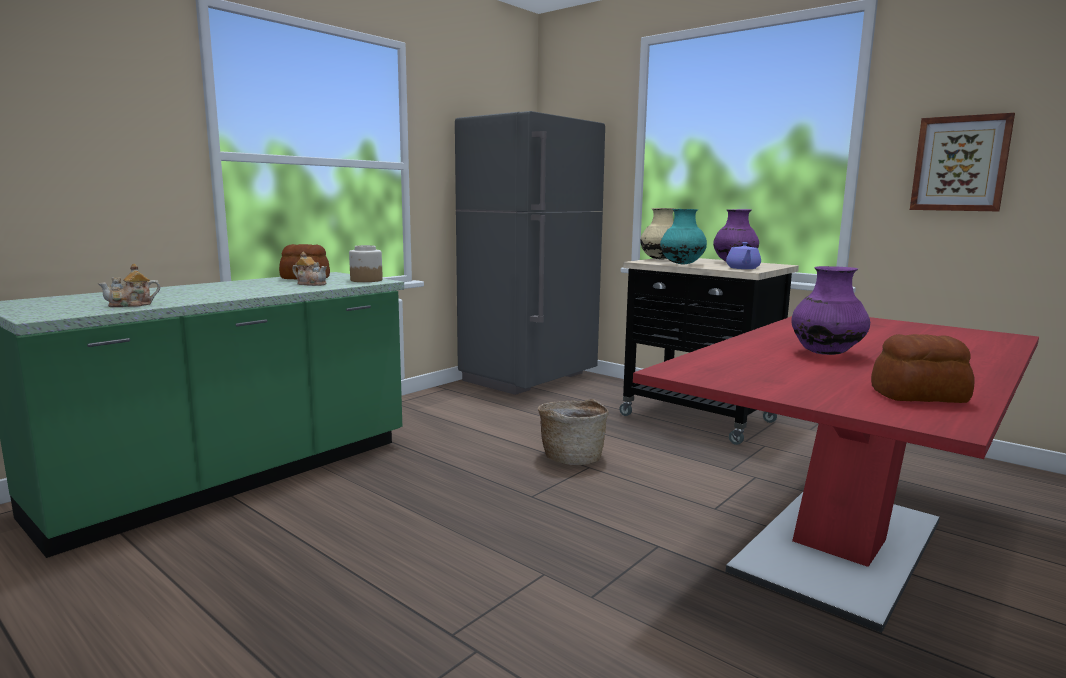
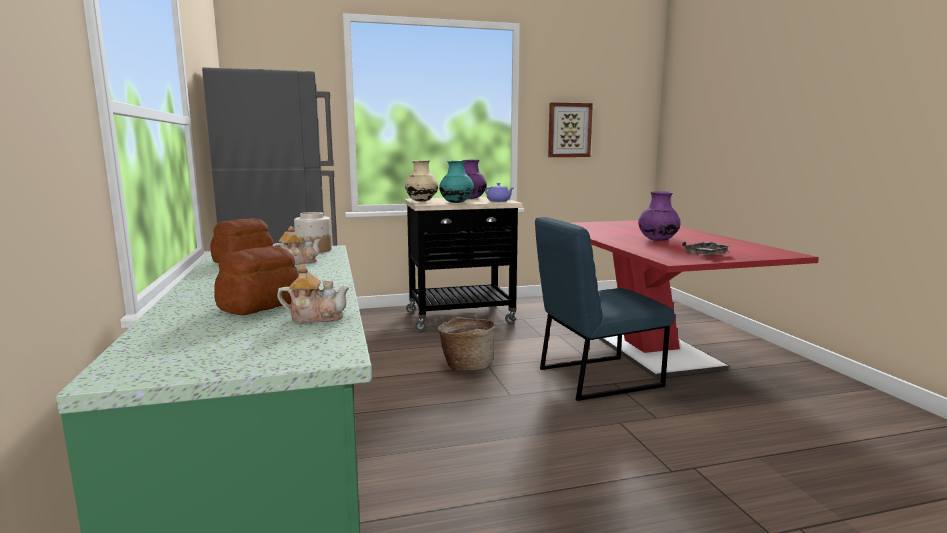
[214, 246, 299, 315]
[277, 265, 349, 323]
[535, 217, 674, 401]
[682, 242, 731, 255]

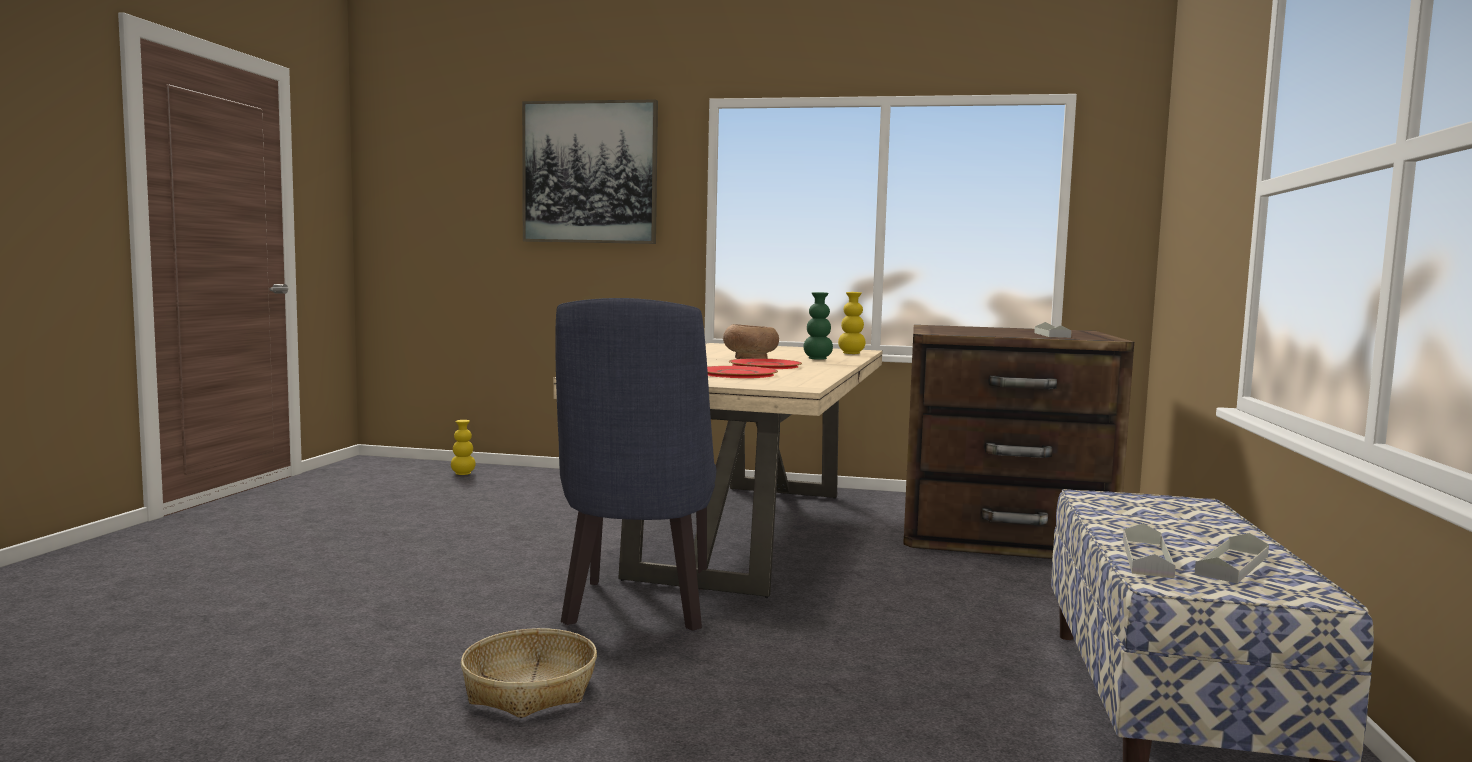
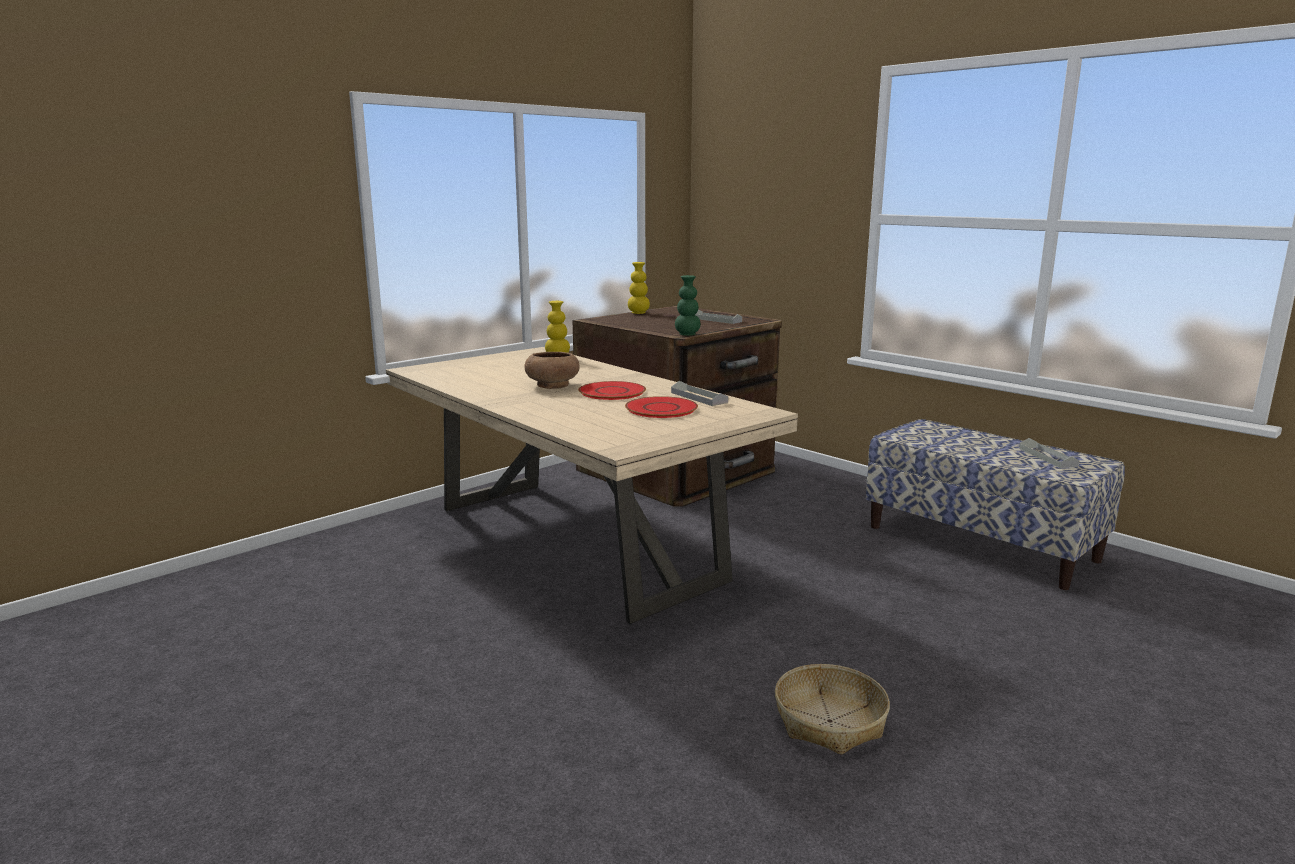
[628, 262, 650, 314]
[671, 381, 729, 406]
[675, 275, 701, 336]
[522, 100, 658, 244] (first image)
[555, 298, 716, 631] (first image)

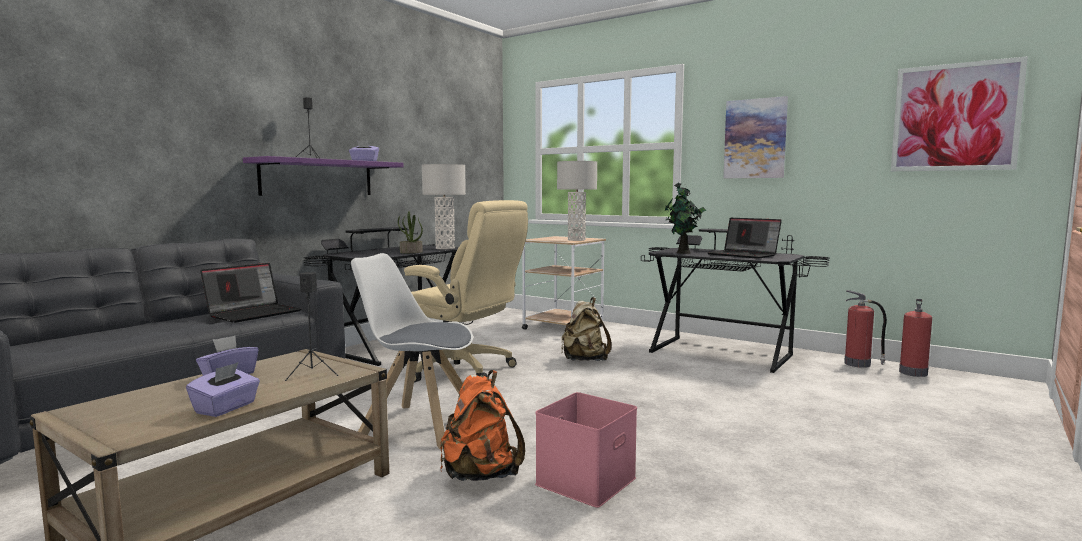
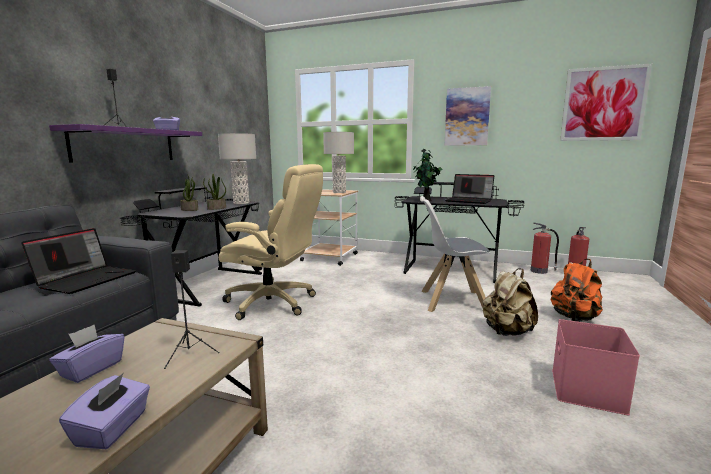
[180, 174, 198, 211]
[420, 196, 490, 312]
[483, 268, 538, 336]
[551, 259, 603, 322]
[552, 319, 640, 415]

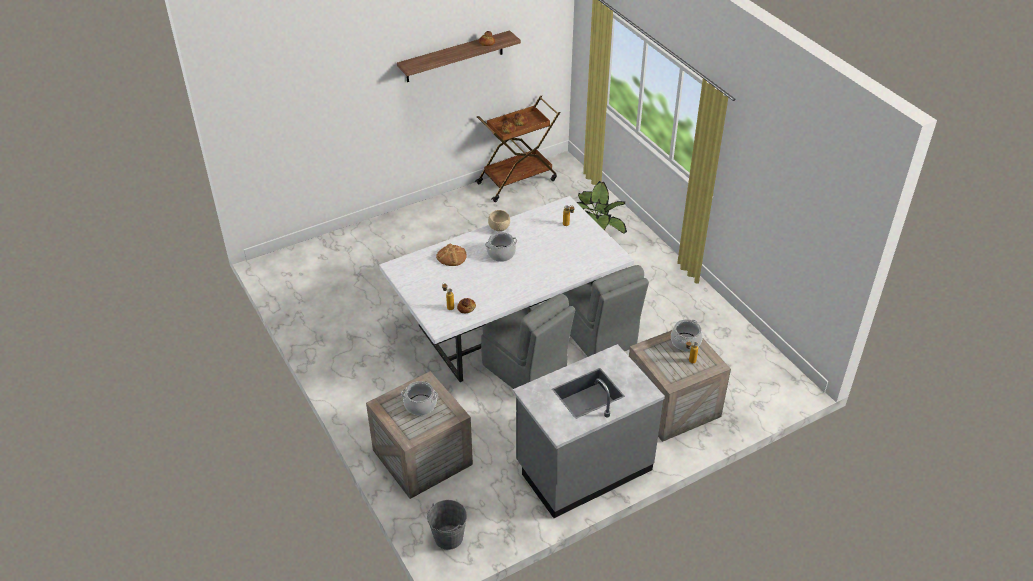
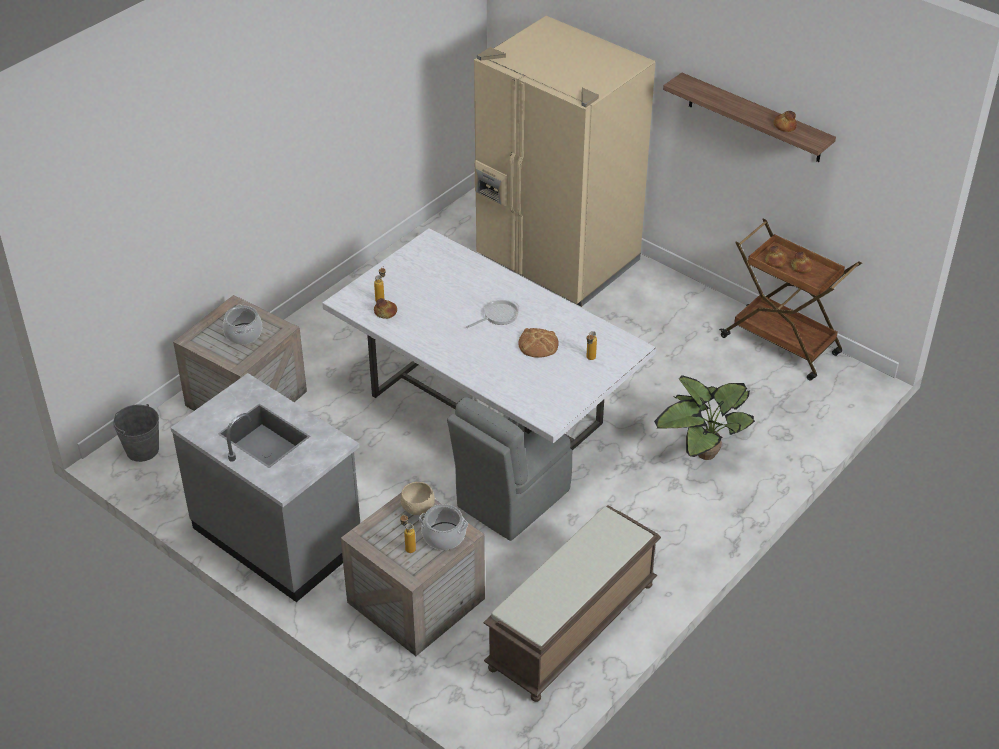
[401, 482, 435, 515]
[466, 300, 520, 328]
[474, 16, 656, 307]
[483, 505, 661, 702]
[518, 328, 559, 358]
[481, 294, 575, 389] (first image)

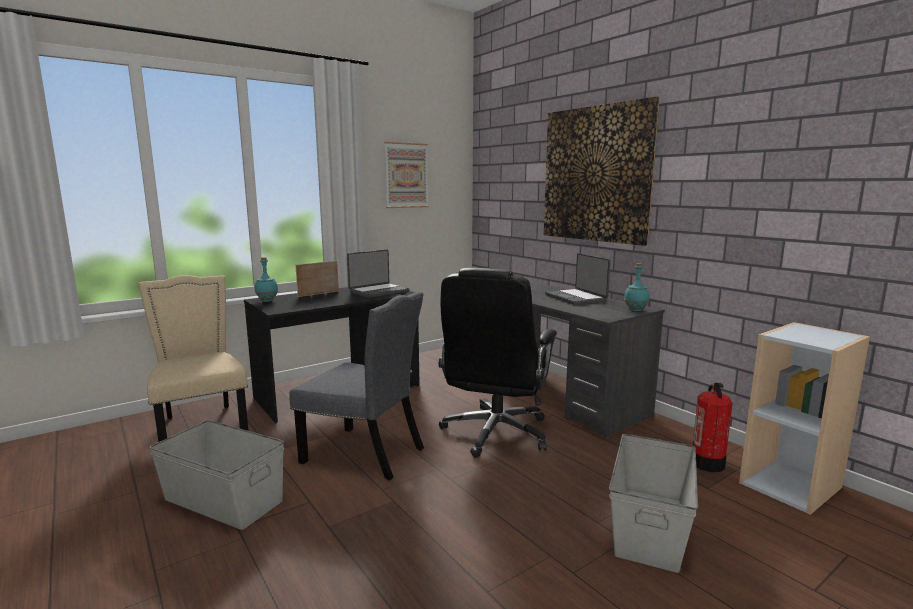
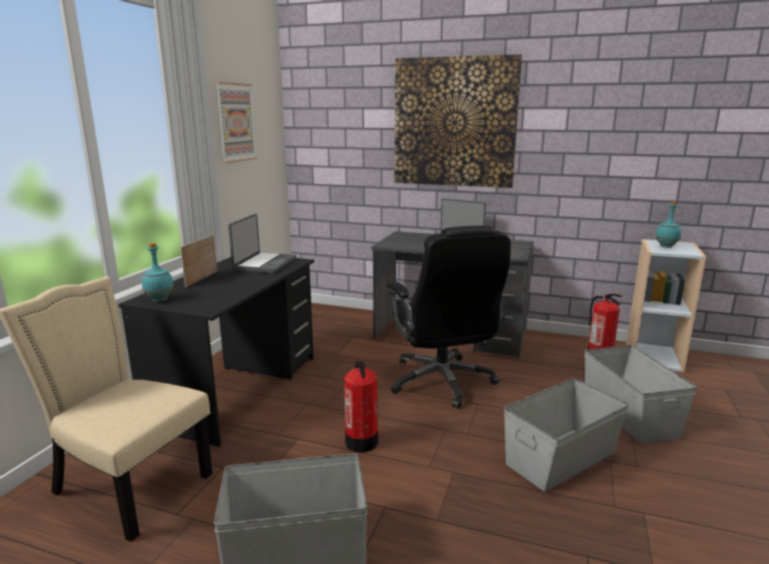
[344, 360, 378, 453]
[504, 378, 629, 492]
[655, 202, 681, 248]

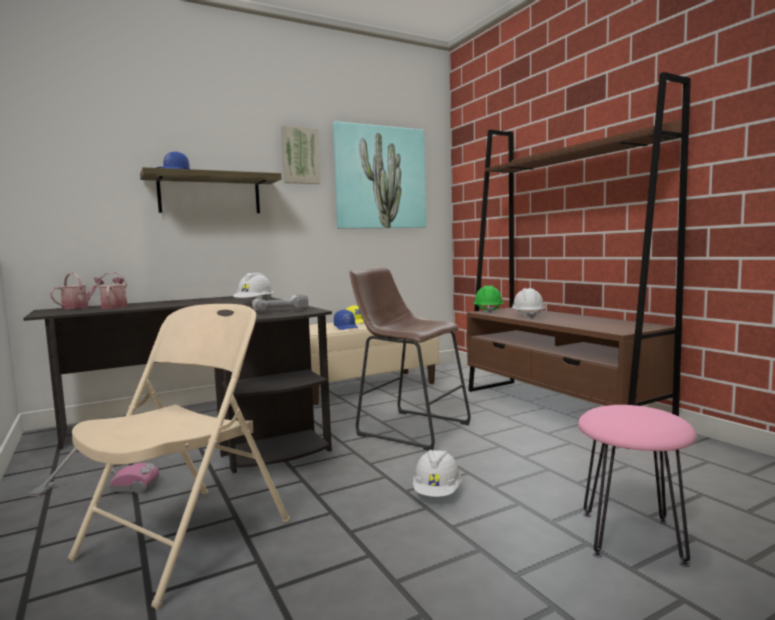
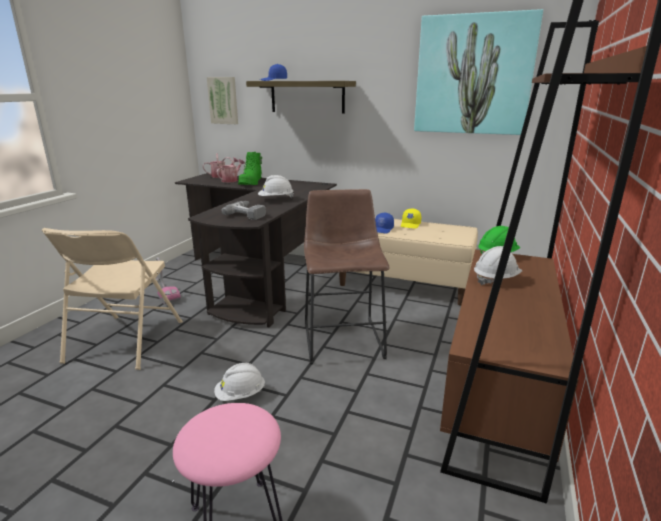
[42, 228, 183, 370]
[207, 77, 238, 124]
[238, 152, 263, 185]

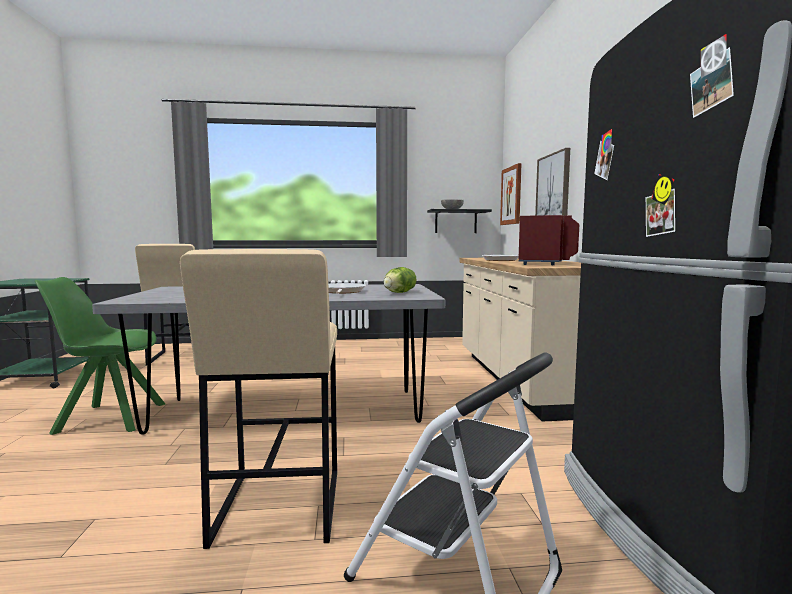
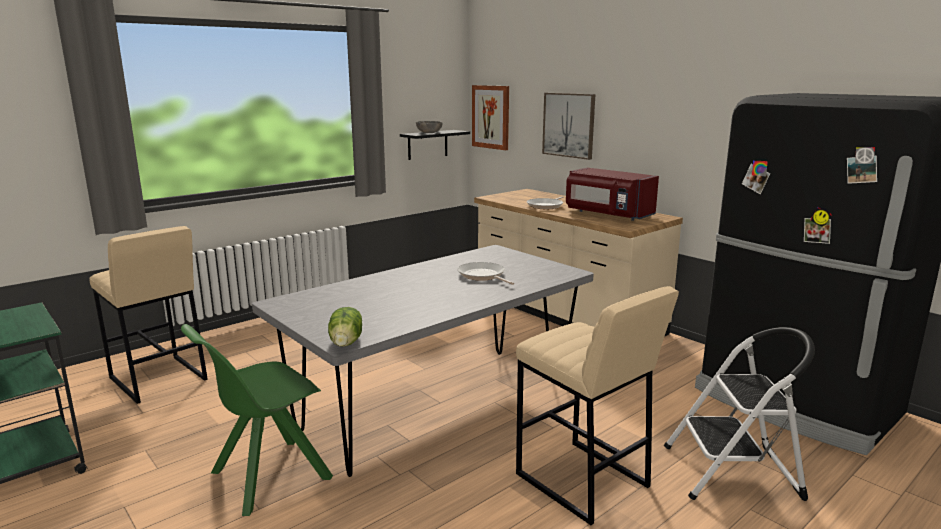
[328, 307, 362, 347]
[566, 168, 659, 221]

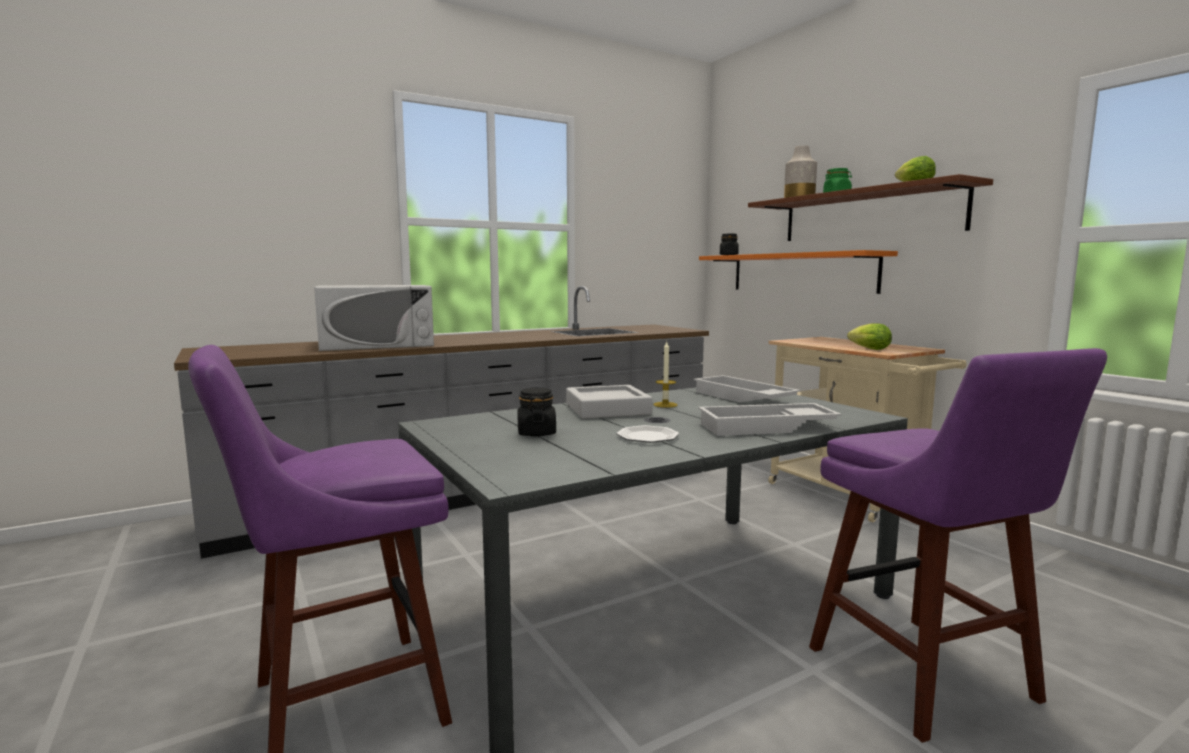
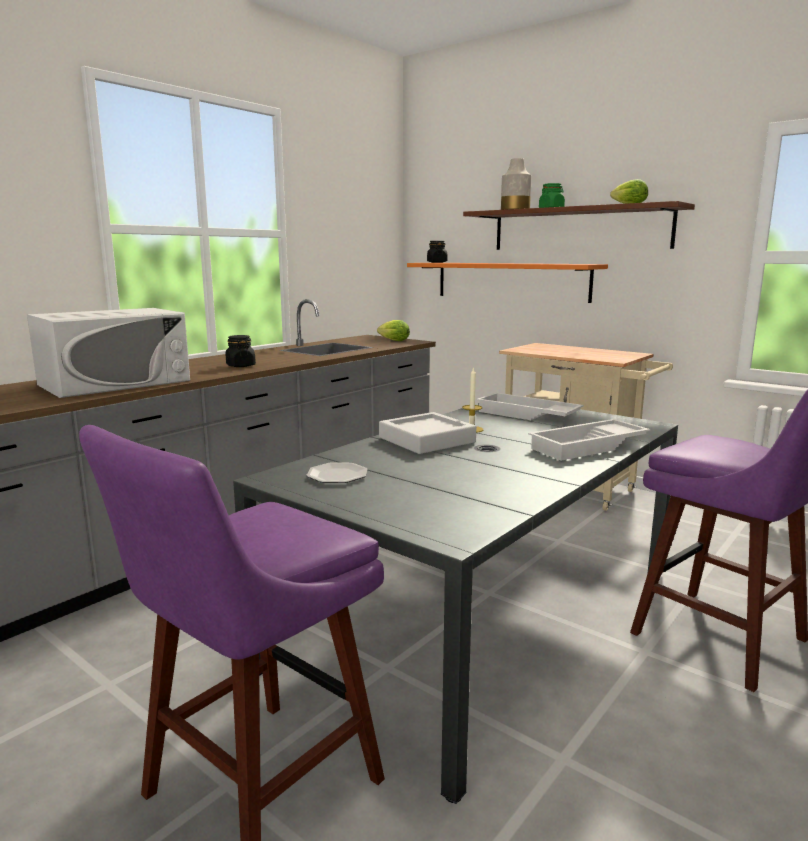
[226, 335, 256, 367]
[306, 463, 368, 483]
[377, 320, 410, 341]

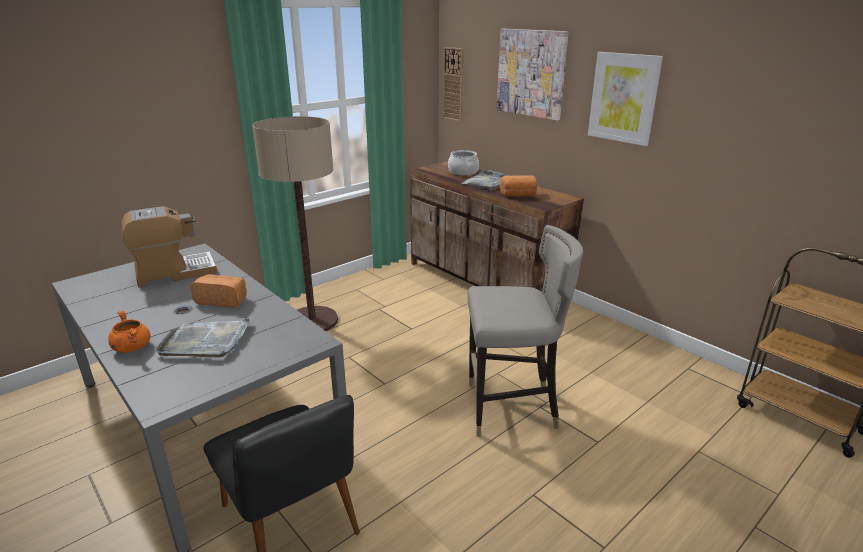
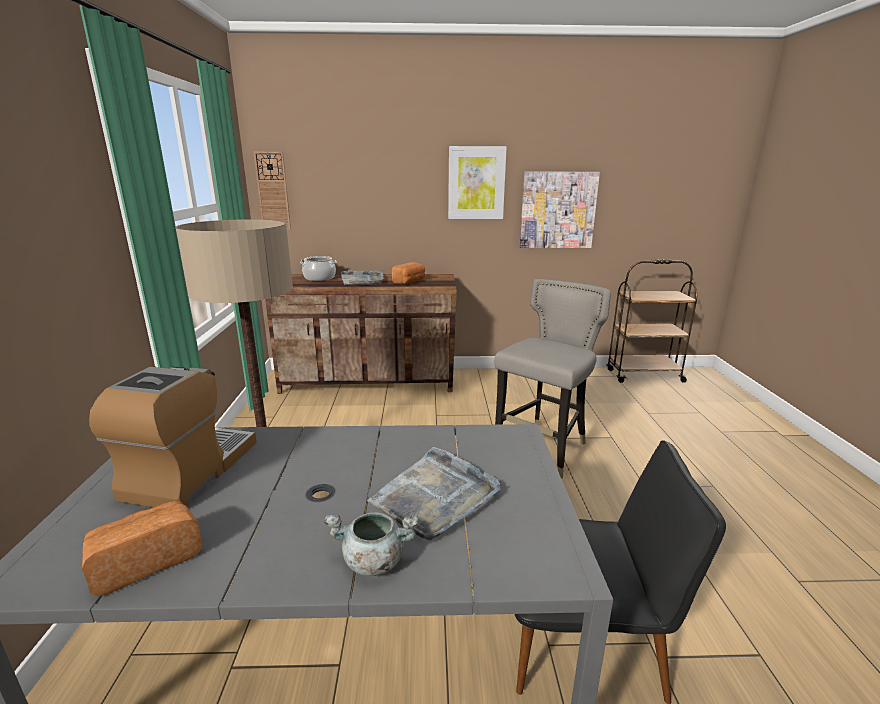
[82, 500, 202, 596]
[324, 512, 419, 576]
[520, 171, 600, 248]

